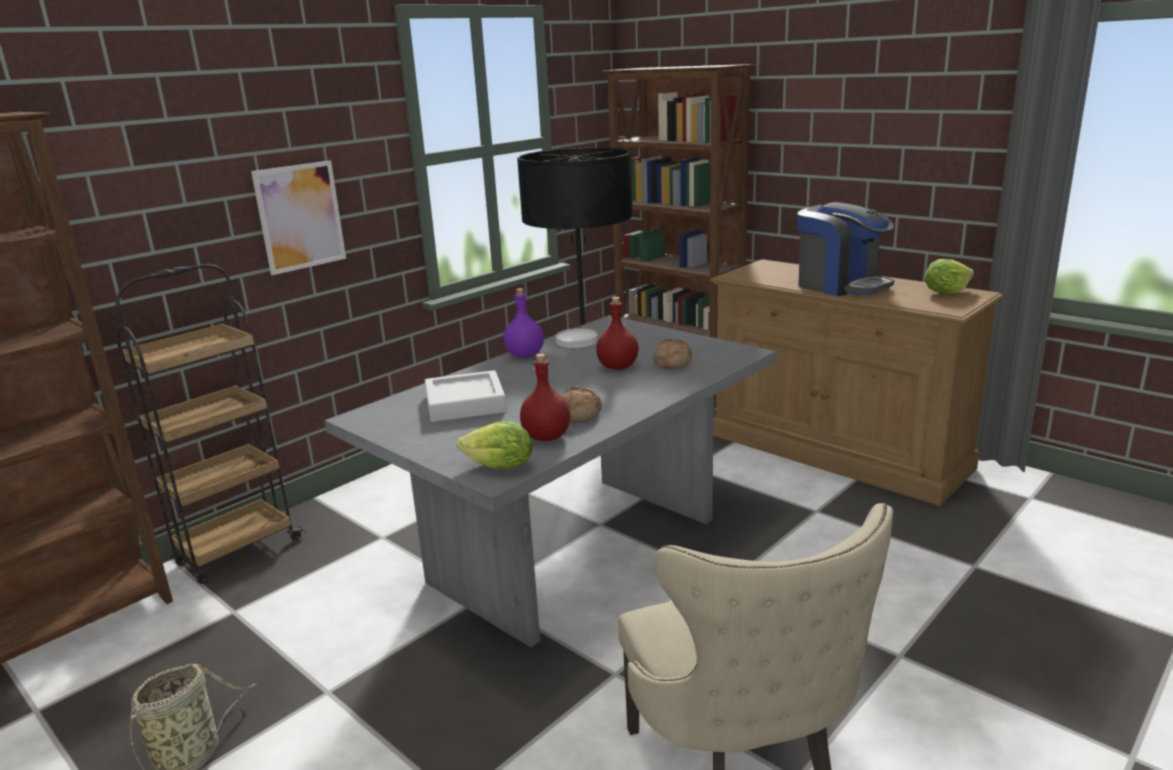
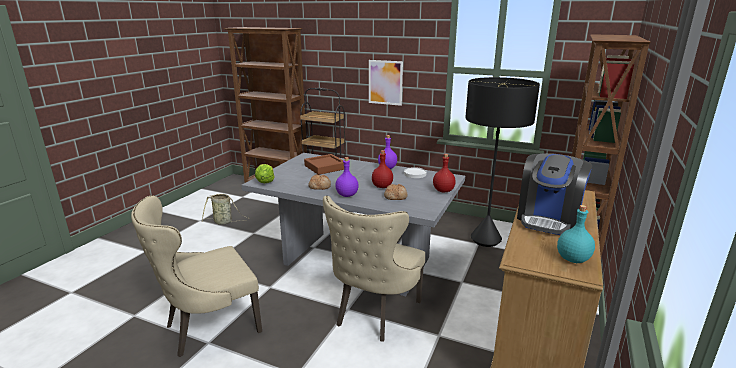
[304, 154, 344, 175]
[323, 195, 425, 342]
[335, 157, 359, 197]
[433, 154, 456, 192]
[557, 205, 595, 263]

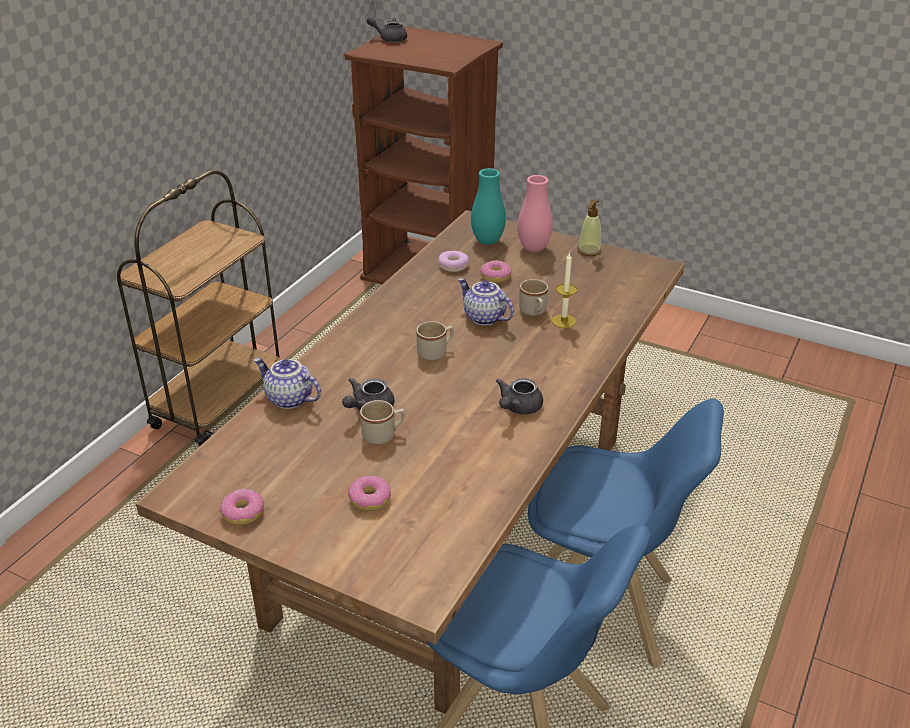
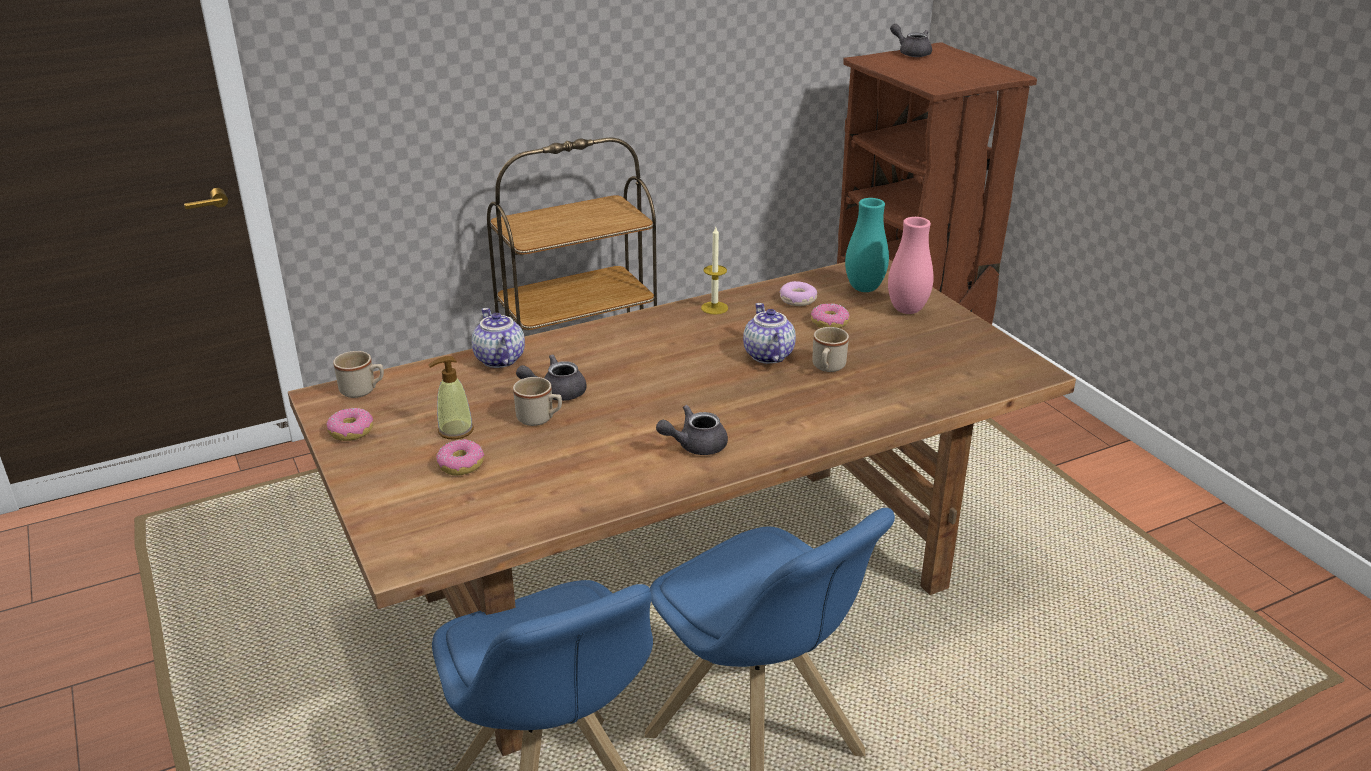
[333, 351, 384, 398]
[428, 356, 474, 440]
[701, 227, 728, 315]

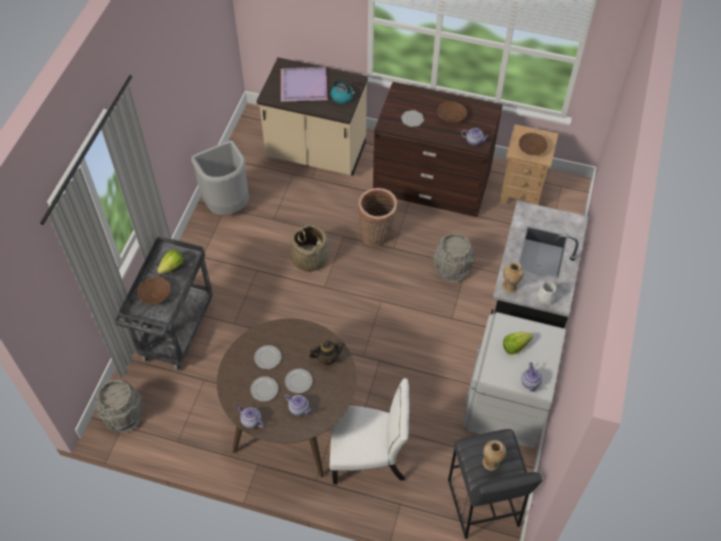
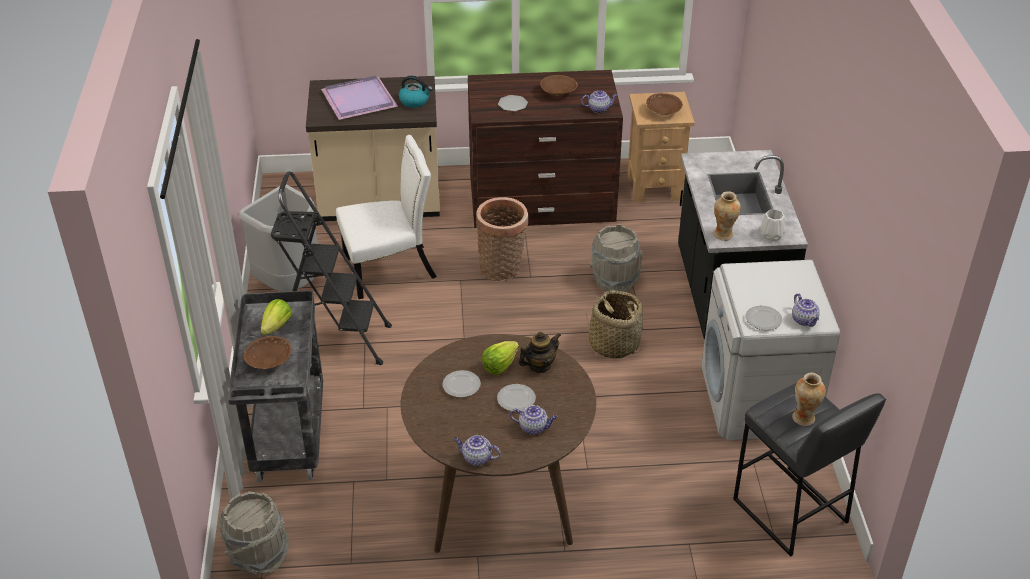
[271, 171, 392, 365]
[336, 135, 437, 299]
[482, 341, 519, 375]
[586, 290, 643, 358]
[745, 306, 782, 330]

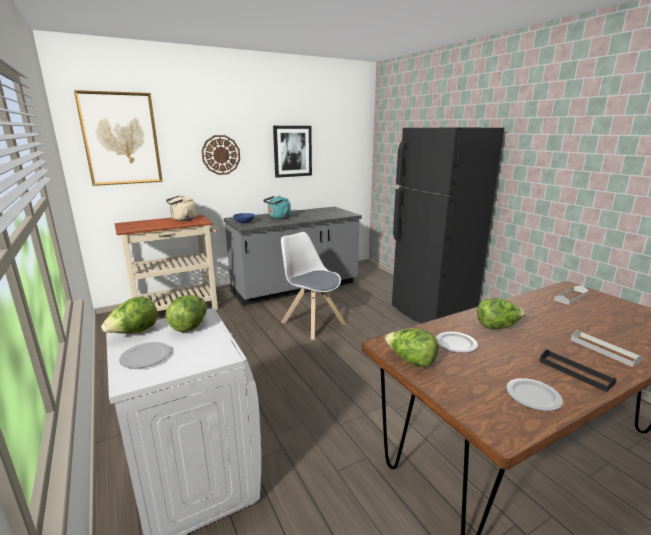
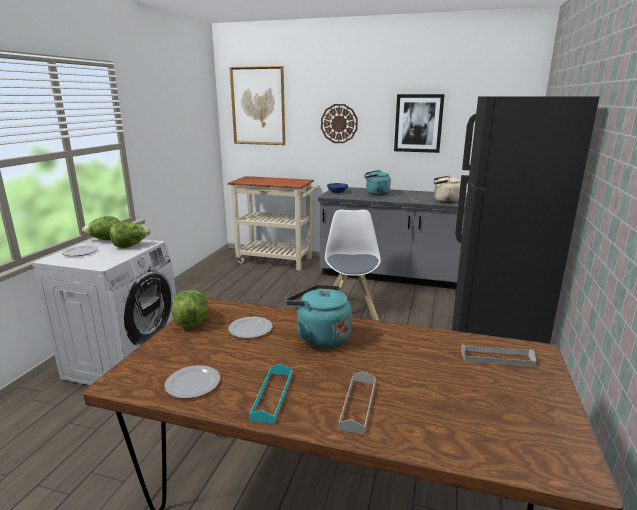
[249, 364, 292, 424]
[286, 285, 352, 348]
[434, 176, 461, 203]

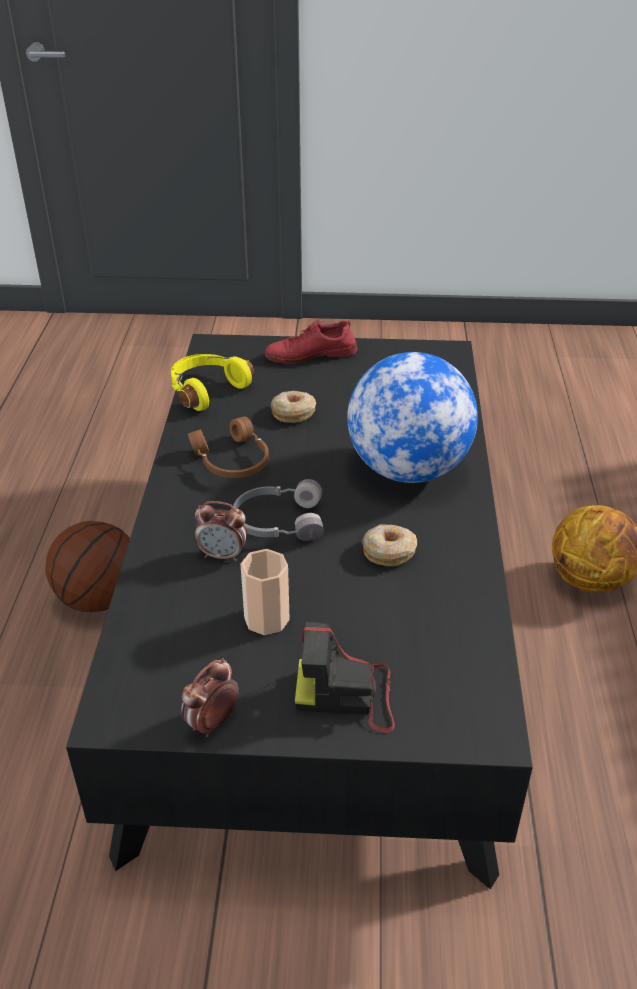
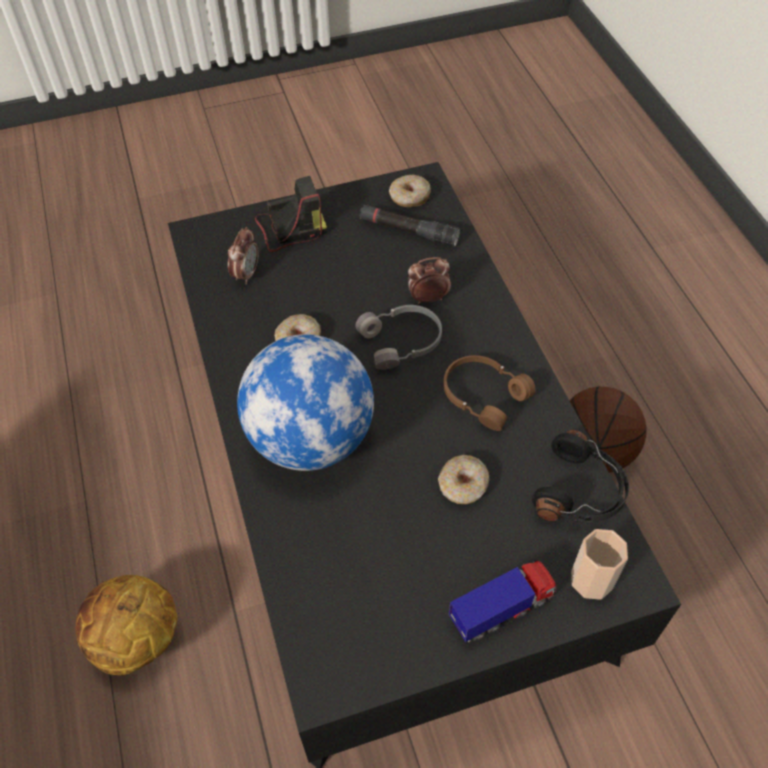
[228, 227, 259, 285]
[359, 205, 460, 247]
[389, 175, 431, 207]
[449, 560, 557, 643]
[532, 430, 629, 523]
[571, 529, 628, 600]

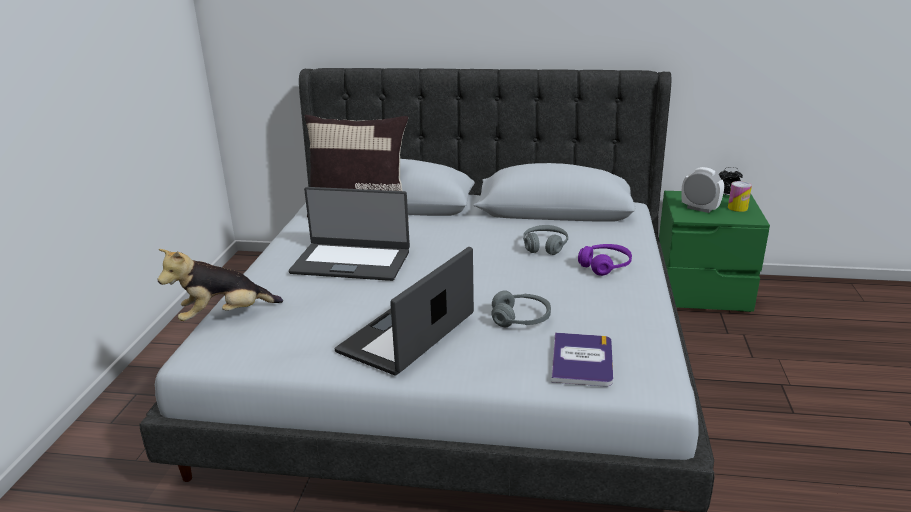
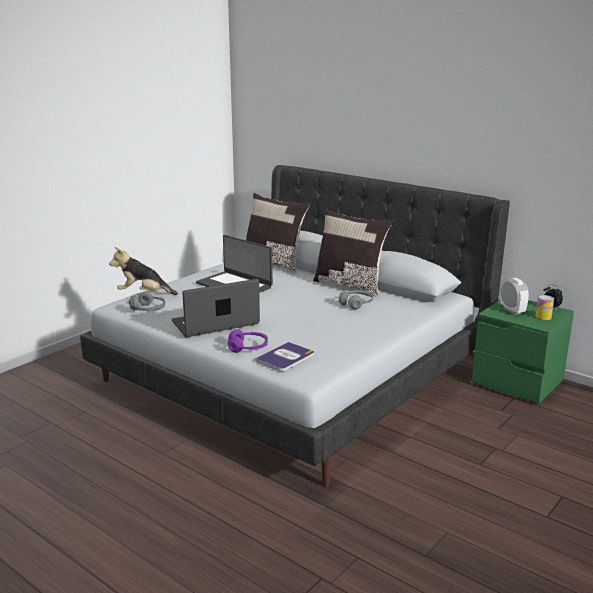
[129, 291, 165, 311]
[228, 329, 268, 353]
[313, 209, 393, 297]

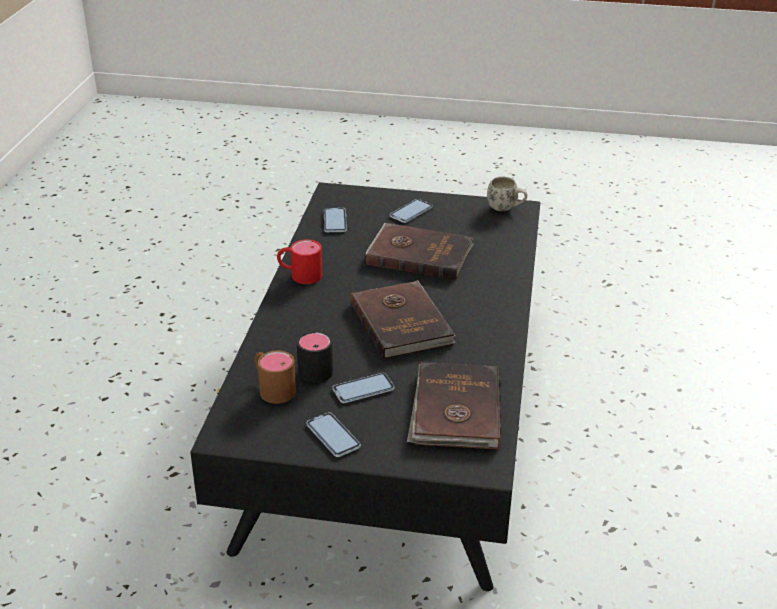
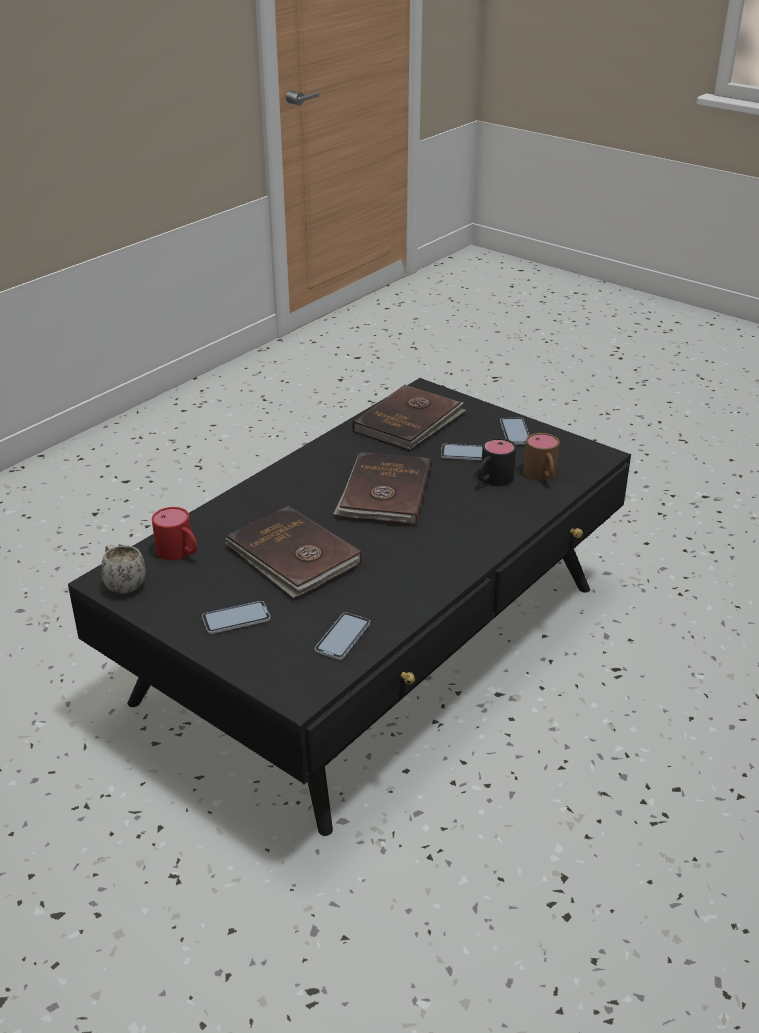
[152, 507, 198, 560]

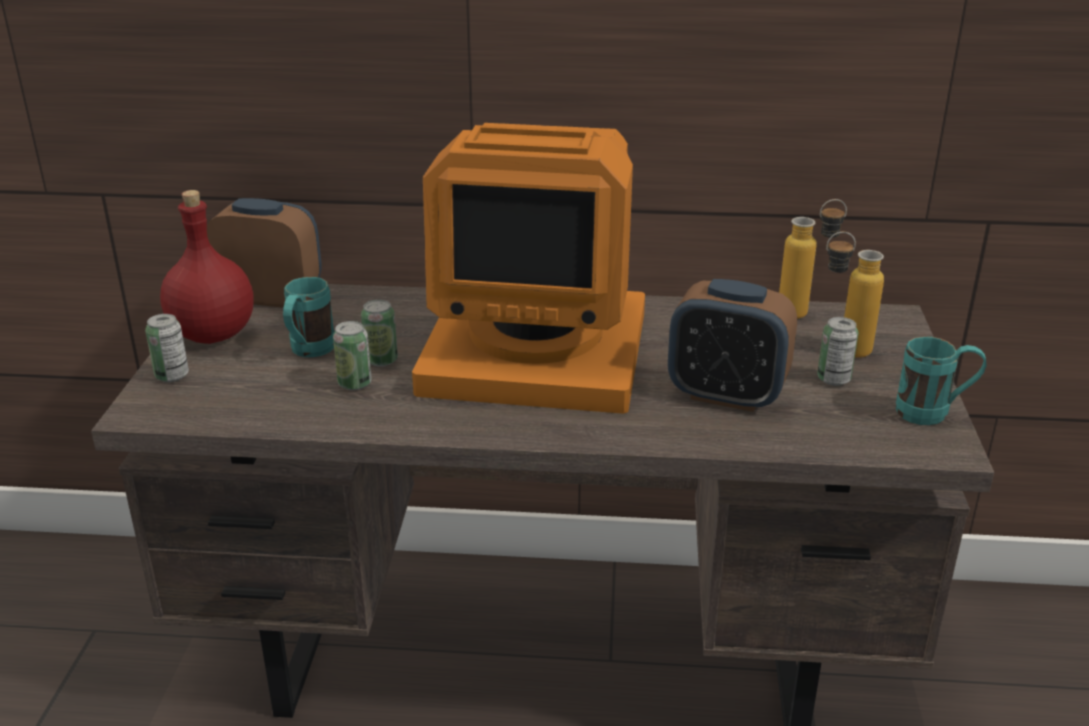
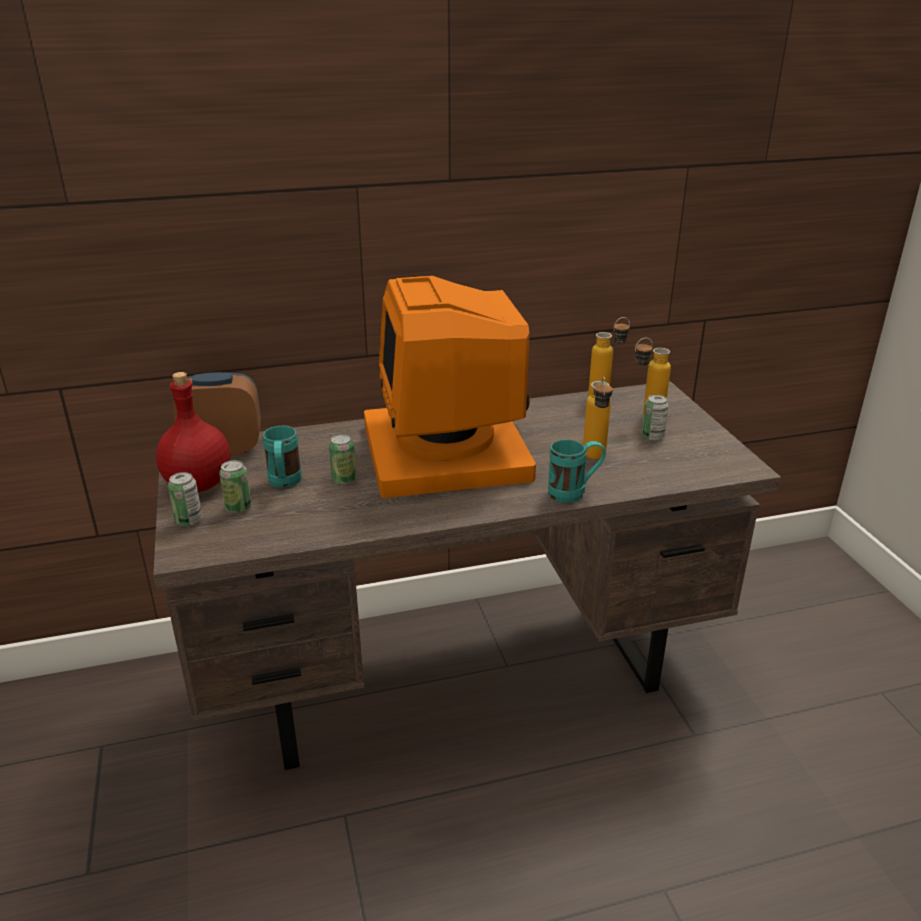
[219, 460, 251, 513]
[364, 276, 536, 498]
[548, 439, 606, 503]
[583, 377, 613, 460]

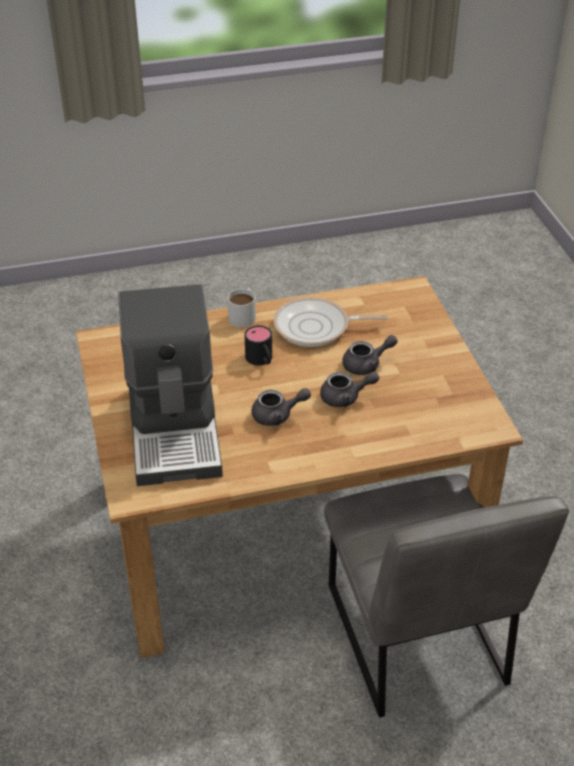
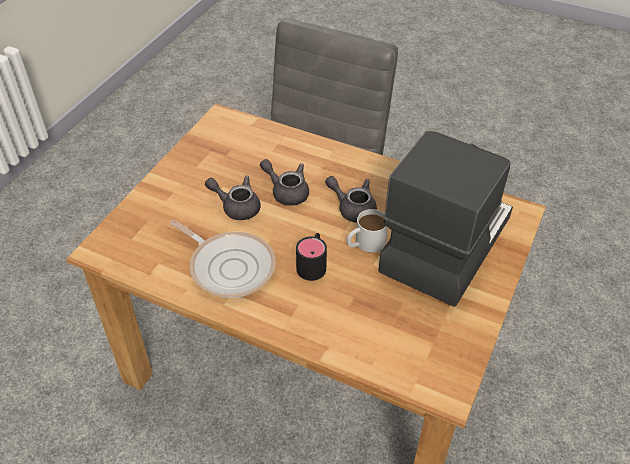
[347, 209, 388, 253]

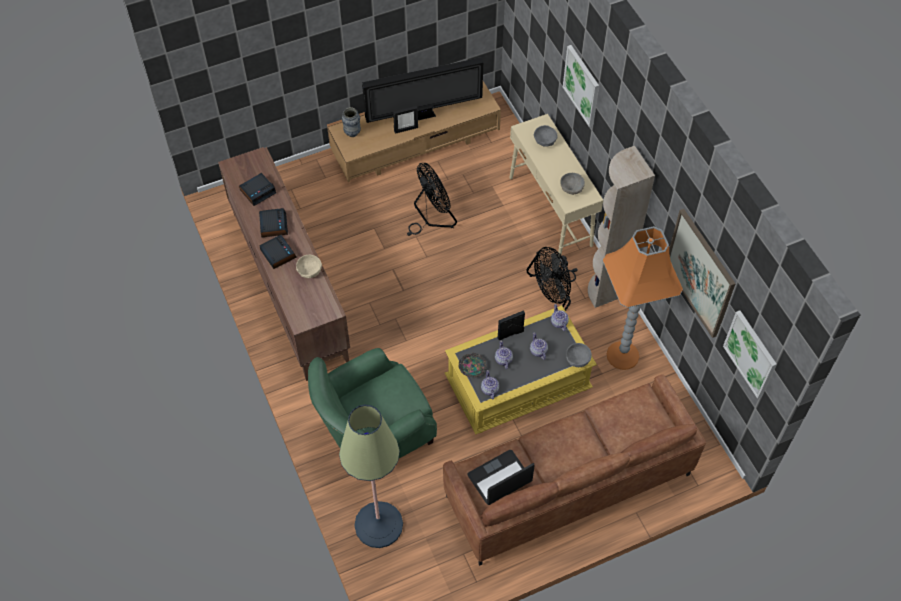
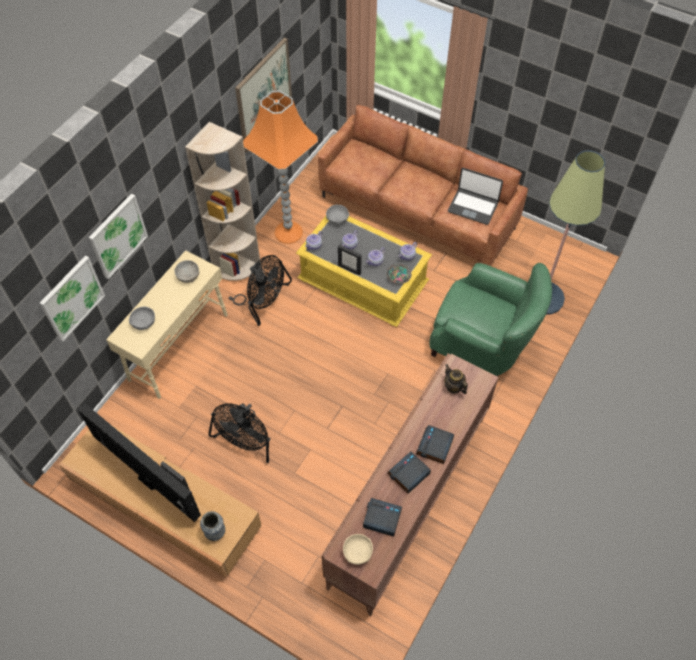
[40, 256, 105, 342]
[208, 403, 270, 463]
[343, 534, 373, 565]
[445, 364, 468, 394]

